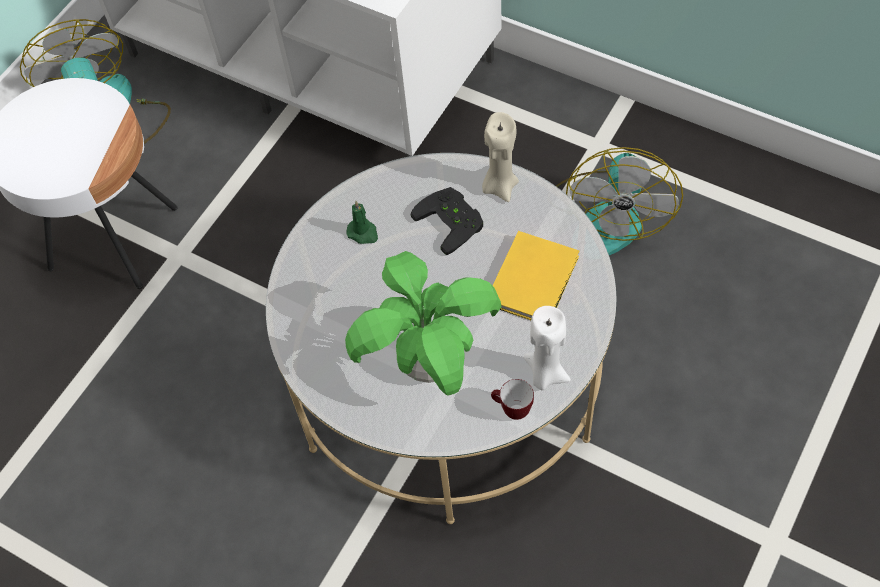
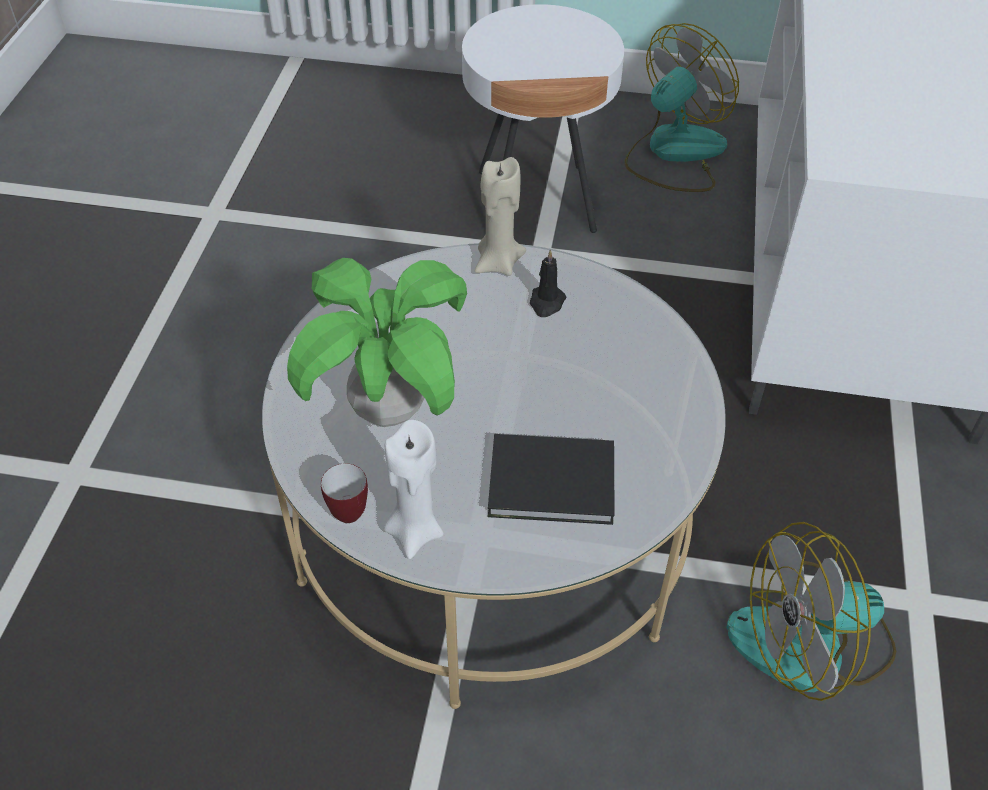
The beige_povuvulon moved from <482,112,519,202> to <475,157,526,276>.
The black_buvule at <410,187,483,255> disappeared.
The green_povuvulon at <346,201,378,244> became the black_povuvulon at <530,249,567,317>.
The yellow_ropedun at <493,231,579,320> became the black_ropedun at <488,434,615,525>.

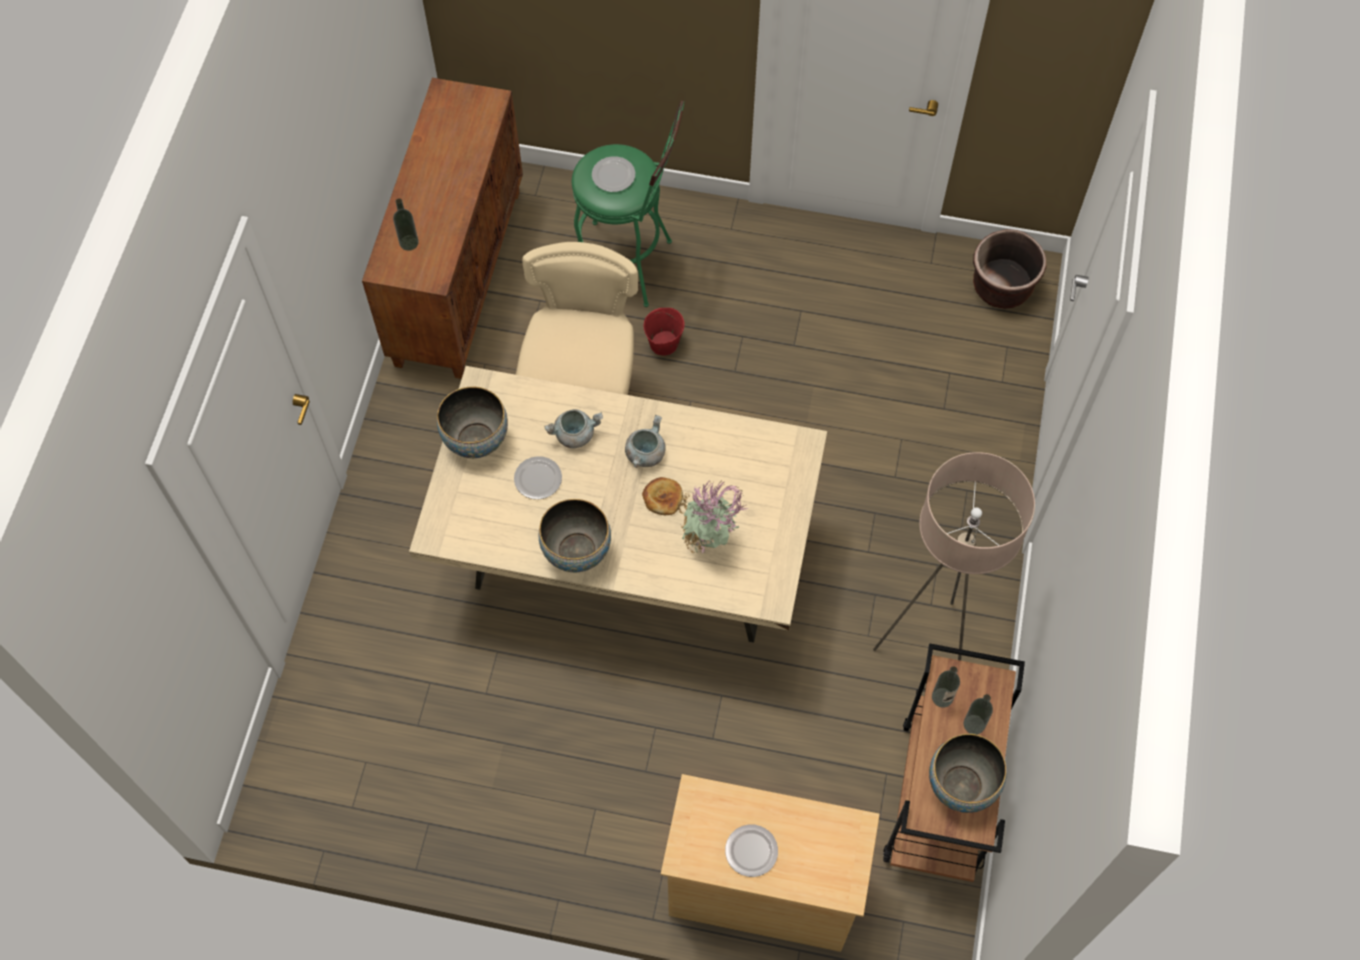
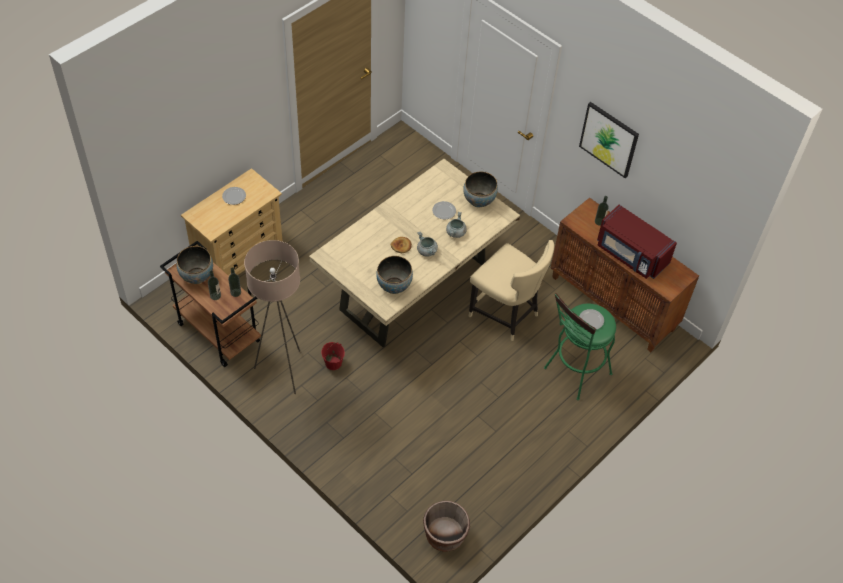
The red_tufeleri moved from <644,308,685,356> to <321,342,345,370>.
The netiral at <678,480,748,554> disappeared.
The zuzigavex moved from <539,499,611,573> to <376,256,413,294>.
The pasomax at <579,102,639,178> appeared.
The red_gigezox at <597,205,677,279> appeared.

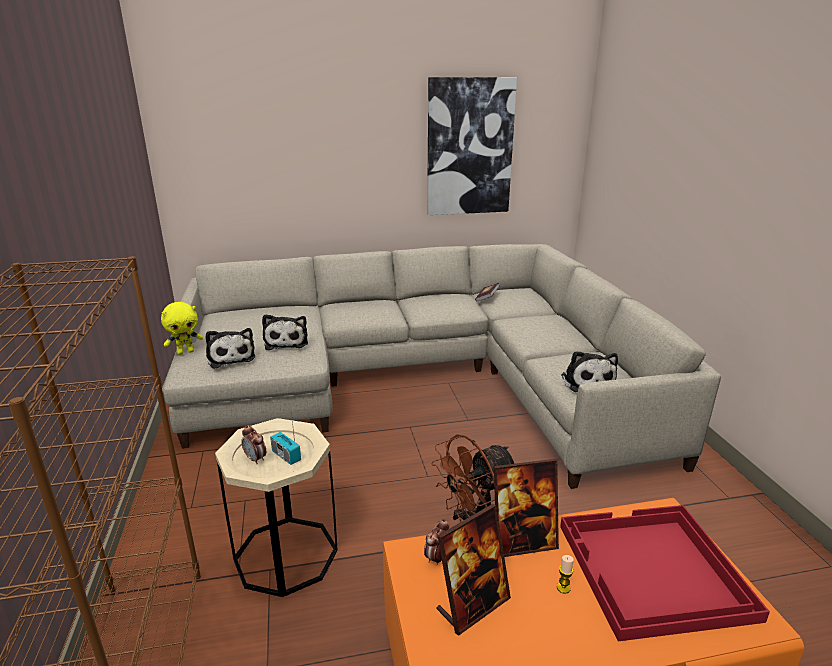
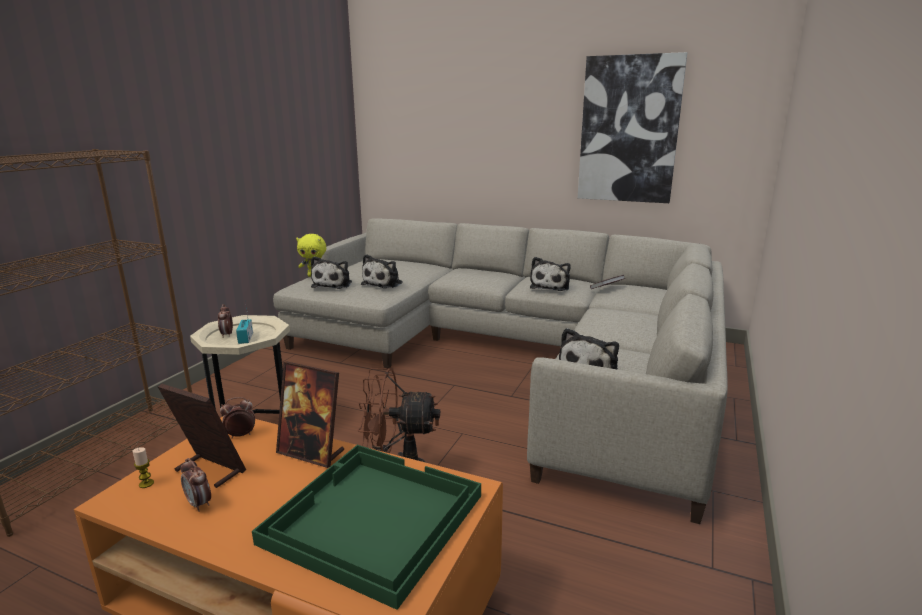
The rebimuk at <437,504,511,636> turned 150 degrees counterclockwise.
The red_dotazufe at <560,505,770,641> became the green_dotazufe at <252,445,481,610>.
The povuvulon moved from <557,555,574,594> to <132,447,154,488>.
The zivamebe at <530,257,570,291> appeared.
The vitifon at <181,458,211,512> appeared.

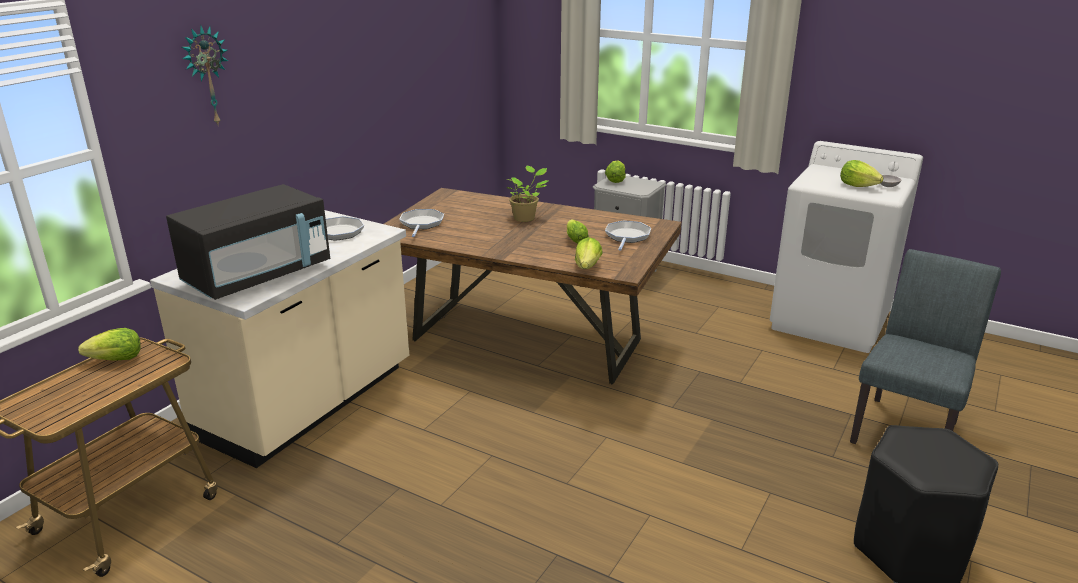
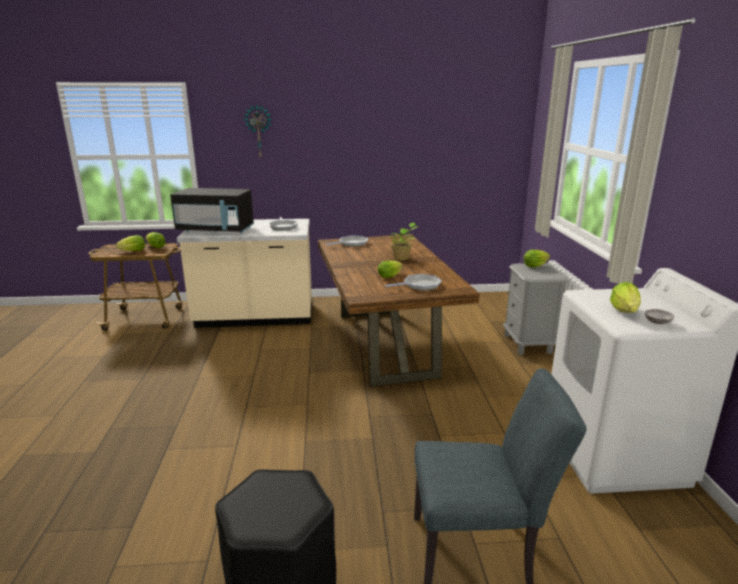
The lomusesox moved from <575,237,603,269> to <116,235,145,251>.

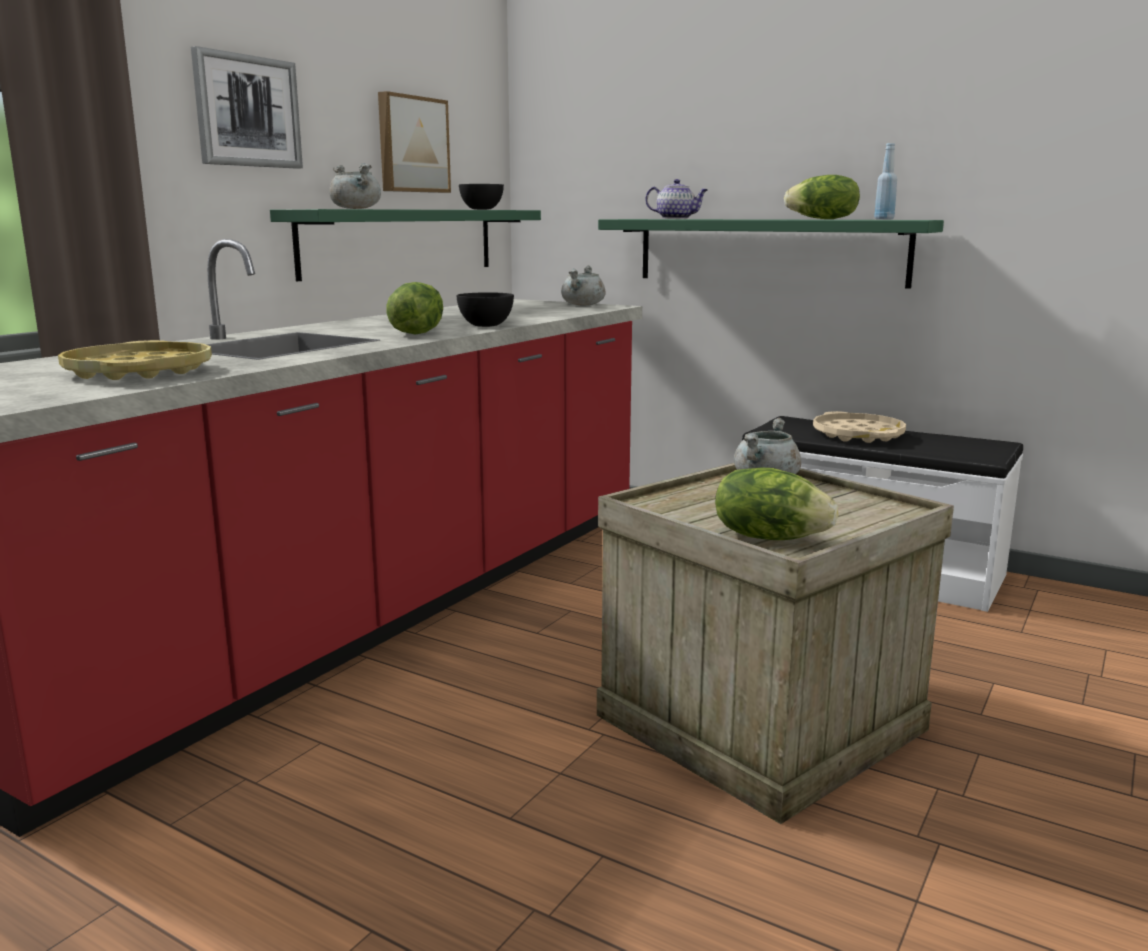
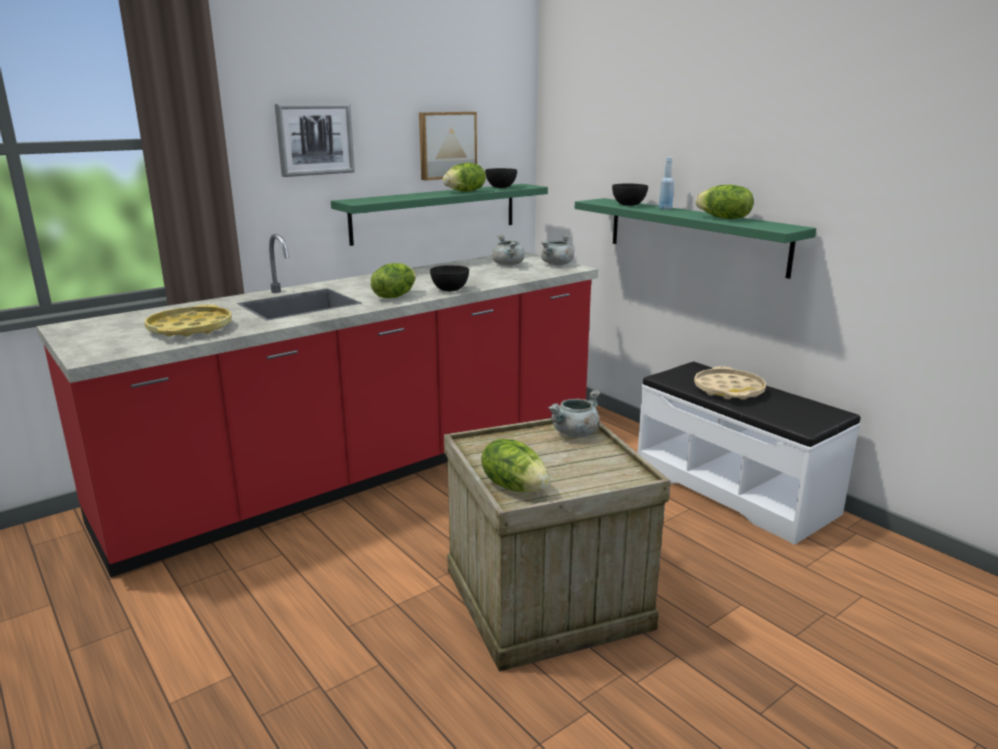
The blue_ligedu moved from <874,143,897,220> to <659,157,674,210>.
The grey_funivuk moved from <329,163,381,209> to <492,235,525,266>.
The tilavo at <645,179,708,219> was replaced by the black_zuzigavex at <612,184,648,206>.
The lomusesox at <443,163,486,192> appeared.

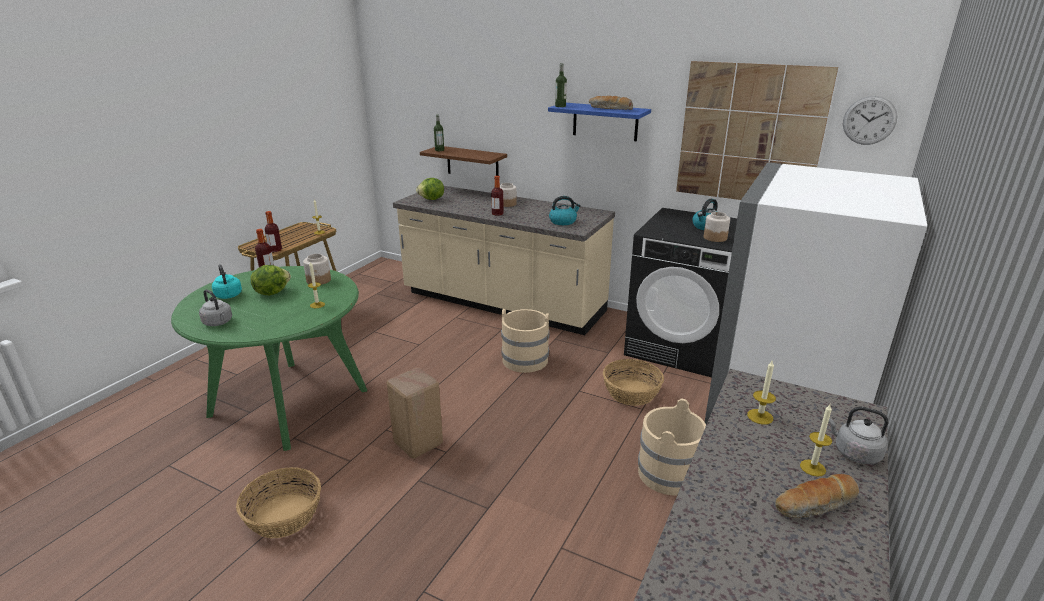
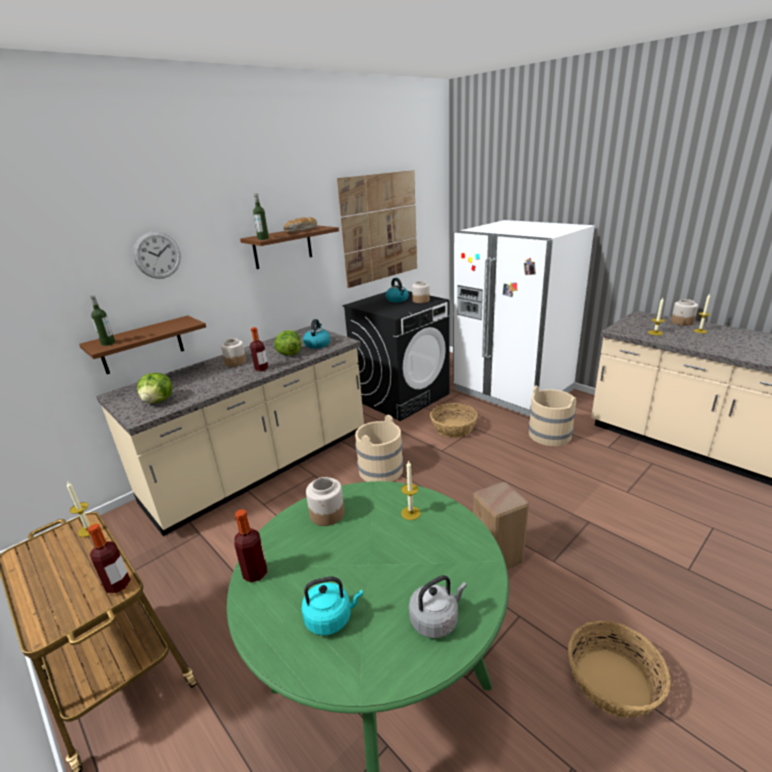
The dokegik moved from <843,96,897,145> to <133,232,181,279>.
The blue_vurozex at <548,103,651,141> became the brown_vurozex at <240,225,339,269>.
The lomusesox moved from <250,265,291,295> to <274,330,301,356>.
The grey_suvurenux at <828,407,888,464> was replaced by the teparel at <671,299,698,326>.
The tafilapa at <775,474,859,518> disappeared.

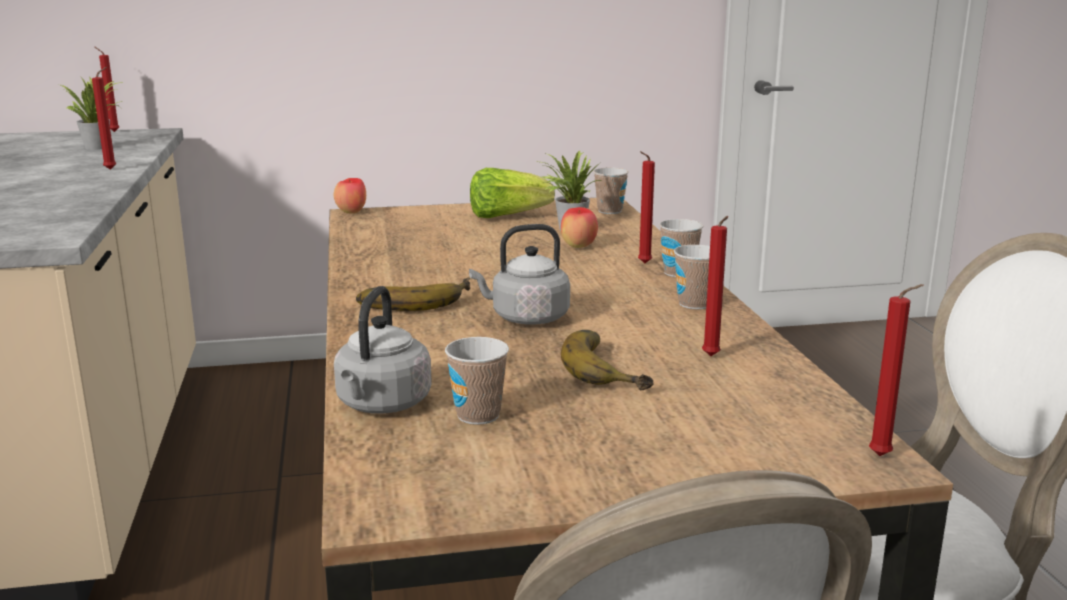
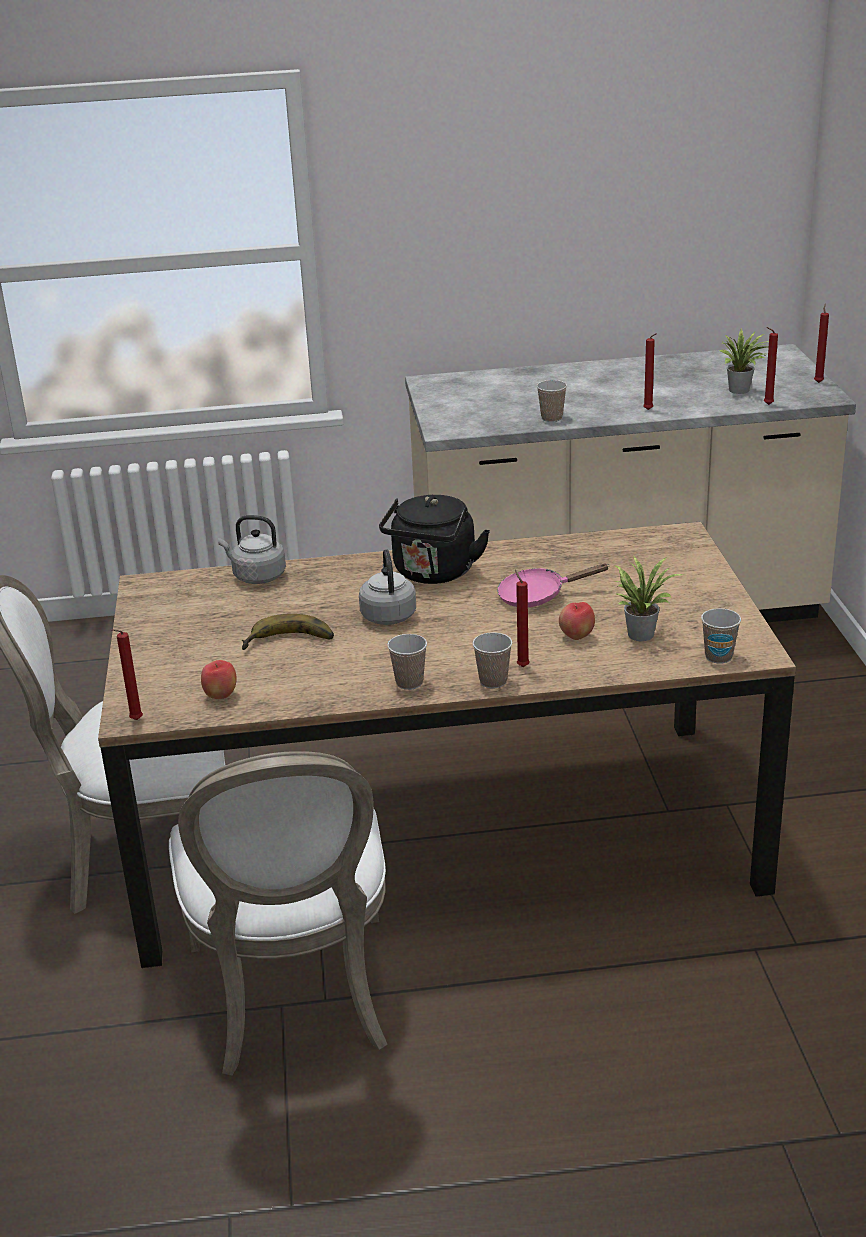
The lomusesox at <470,168,555,218> disappeared.
The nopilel moved from <334,178,366,214> to <201,660,237,699>.
The red_povuvulon moved from <702,216,728,356> to <764,327,778,405>.
The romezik at <356,277,471,311> was replaced by the black_suvurenux at <379,495,490,584>.
The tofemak moved from <445,337,509,425> to <537,380,567,422>.
The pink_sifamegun at <497,564,610,607> appeared.

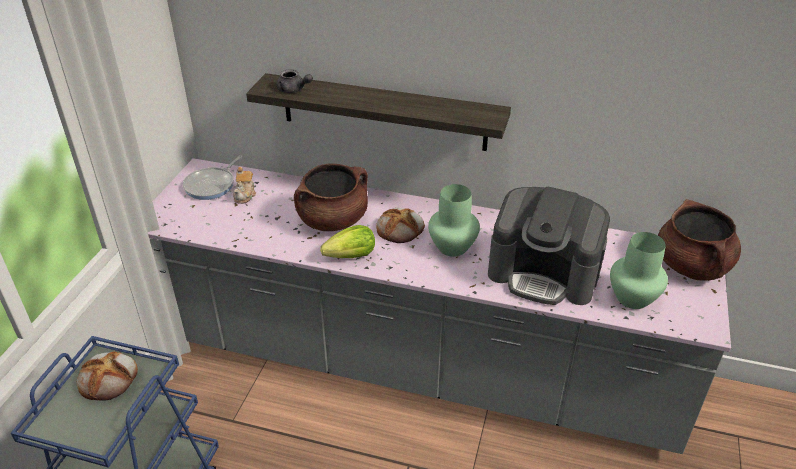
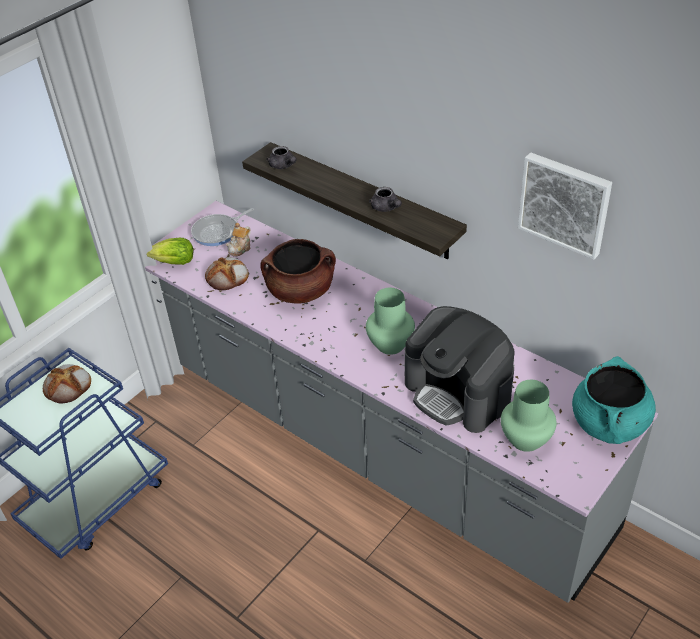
The brown_funivuk at <658,199,741,281> became the turquoise_funivuk at <572,356,656,444>.
The tafilapa moved from <376,208,425,243> to <205,257,249,290>.
The lomusesox moved from <320,225,375,258> to <147,238,193,265>.
The pasomax at <518,152,612,259> appeared.
The grey_tilavo at <369,187,402,212> appeared.

